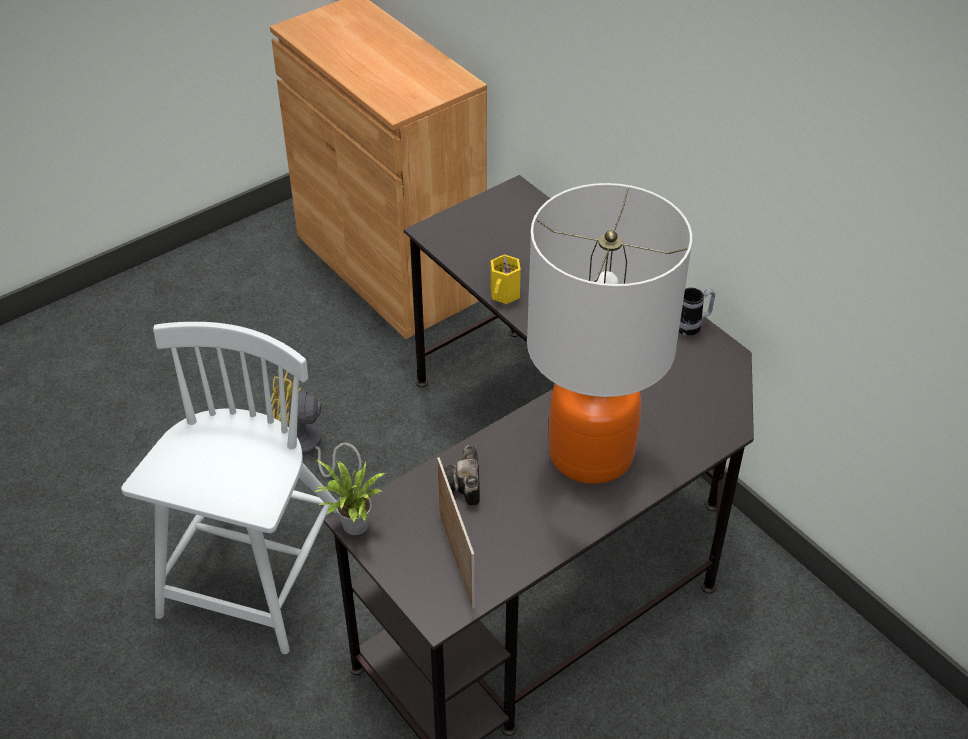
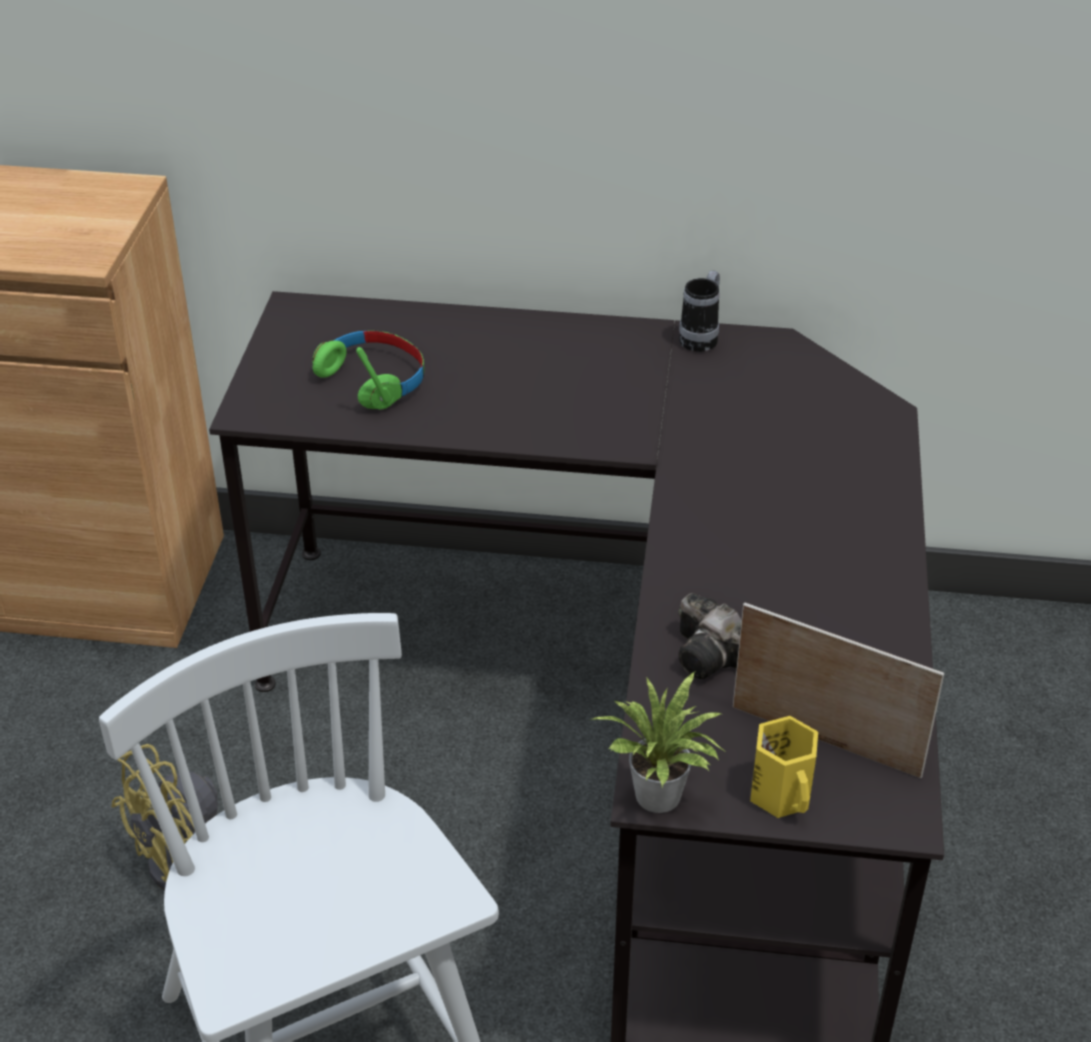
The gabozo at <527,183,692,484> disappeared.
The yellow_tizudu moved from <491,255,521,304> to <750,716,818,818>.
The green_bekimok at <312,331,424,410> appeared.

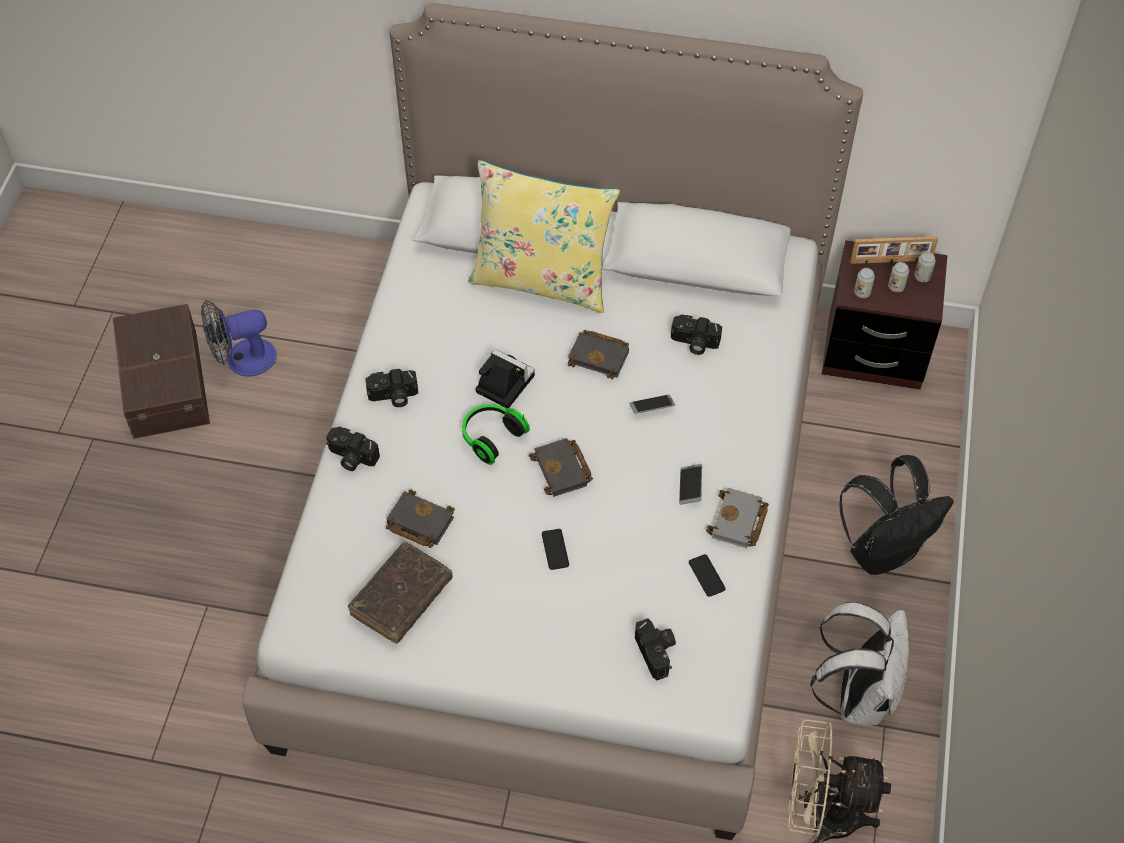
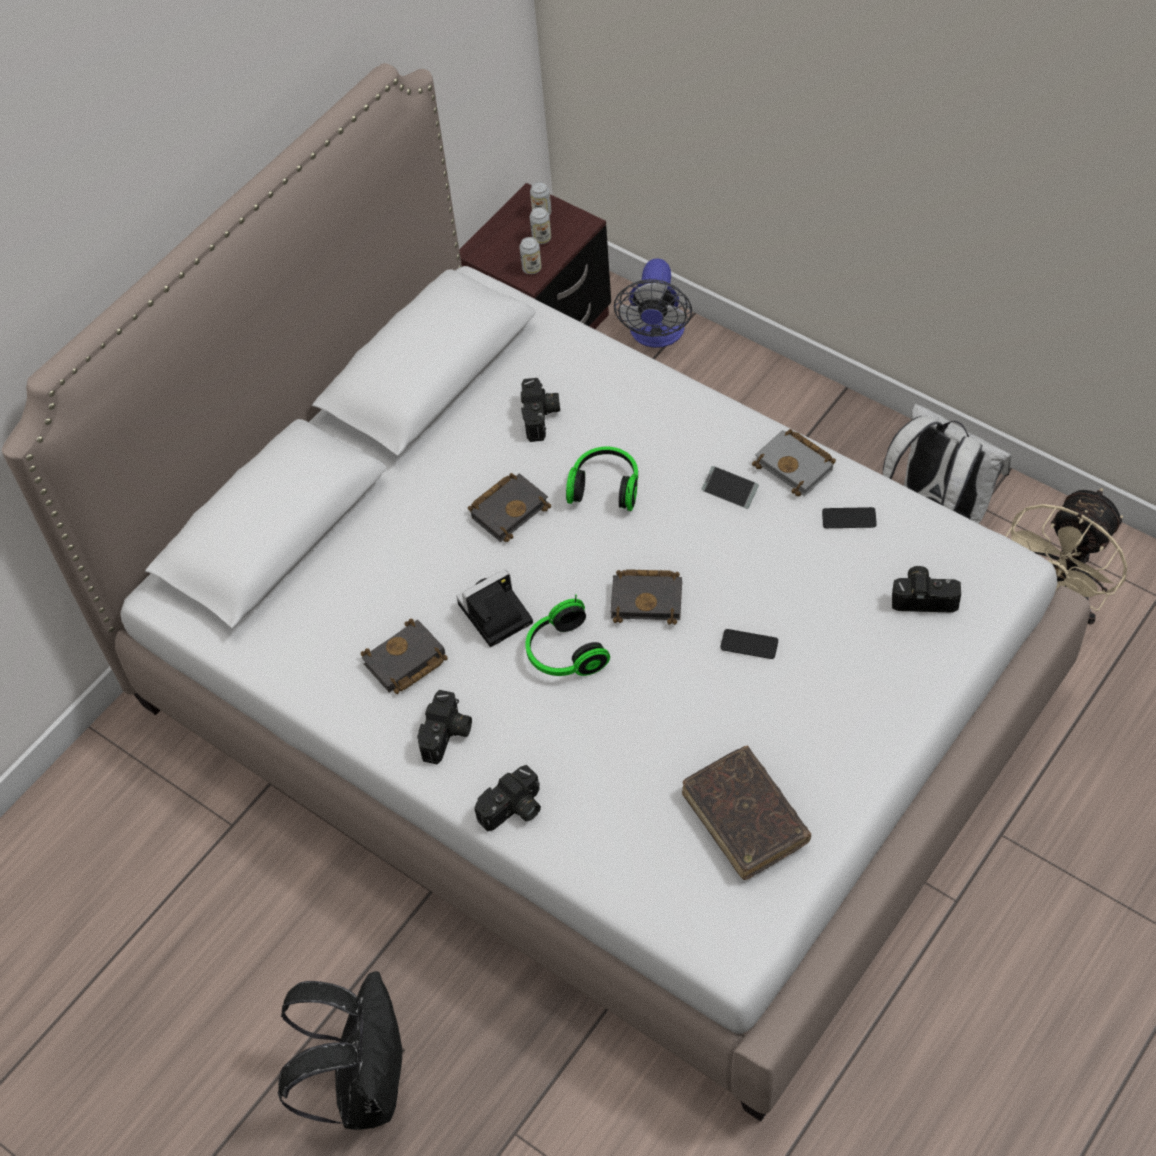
The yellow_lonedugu at <468,160,620,313> disappeared.
The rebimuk at <850,236,938,265> disappeared.
The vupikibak moved from <201,300,277,377> to <614,258,692,348>.
The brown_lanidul at <113,304,210,439> disappeared.
The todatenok at <671,315,722,355> turned 45 degrees counterclockwise.
The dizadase at <629,395,675,414> was replaced by the bekimok at <566,447,638,511>.
The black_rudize moved from <839,455,954,575> to <277,971,405,1130>.
The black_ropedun moved from <386,489,455,548> to <361,618,448,694>.

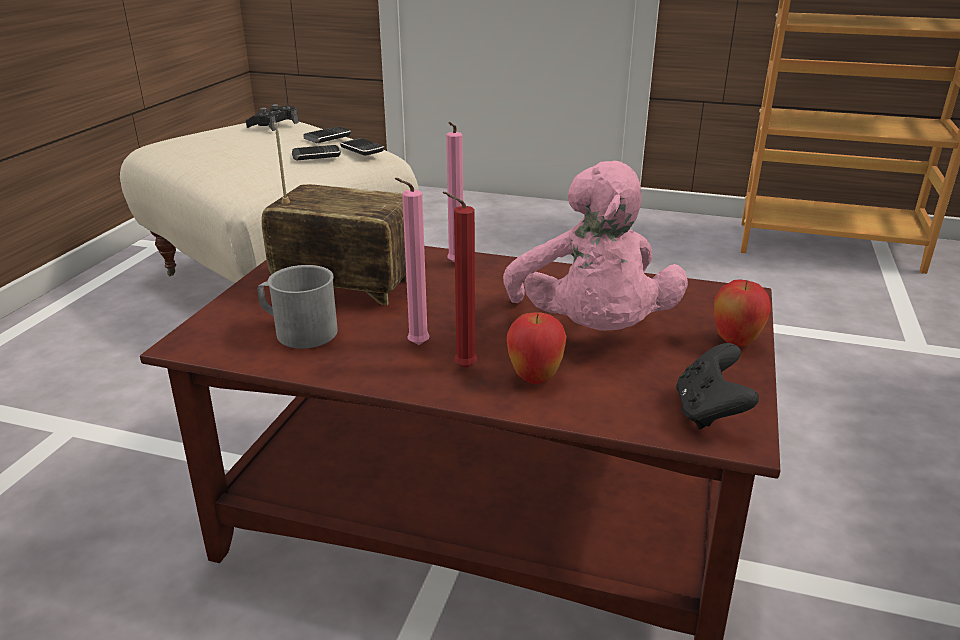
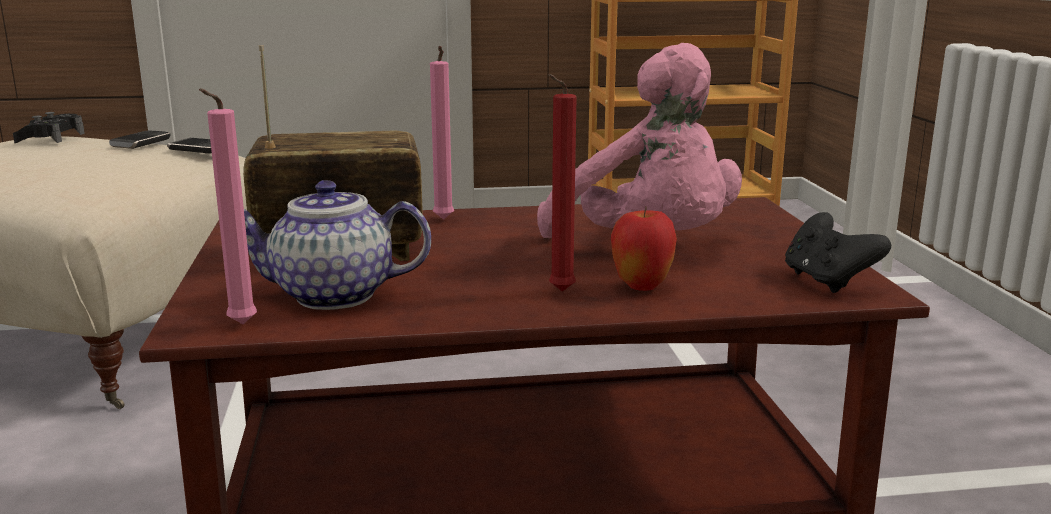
The dizadase at <292,145,341,160> disappeared.
The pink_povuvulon moved from <395,178,430,345> to <199,88,257,324>.
The grey_tizudu at <257,265,338,349> was replaced by the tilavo at <244,180,431,310>.
The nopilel at <714,279,771,347> disappeared.

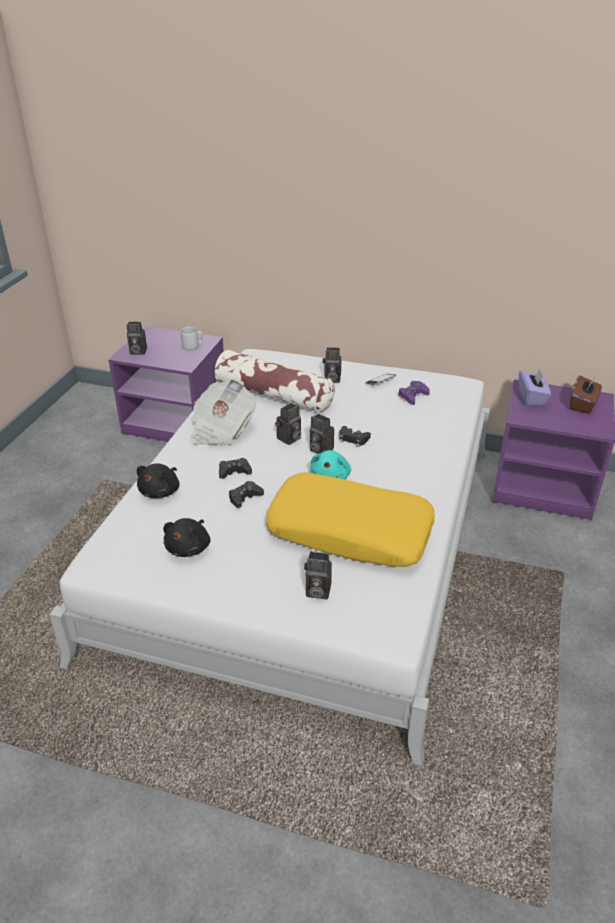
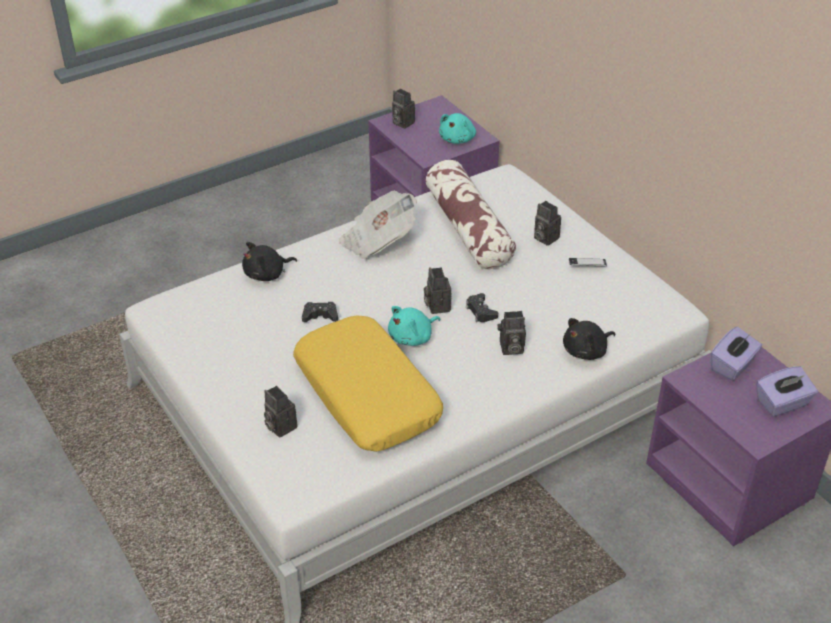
The grey_tizudu at <180,327,203,350> was replaced by the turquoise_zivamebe at <439,113,476,144>.
The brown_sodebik at <570,376,602,414> became the purple_sodebik at <756,366,818,417>.
The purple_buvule at <398,381,430,405> disappeared.
The todatenok moved from <275,403,301,445> to <497,311,526,355>.
The black_buvule at <219,458,252,479> disappeared.
The black_zivamebe moved from <163,518,210,557> to <563,318,615,360>.

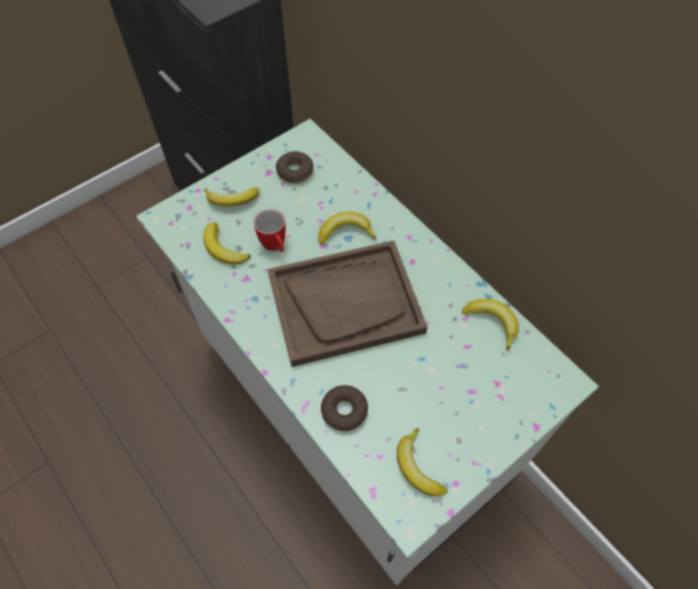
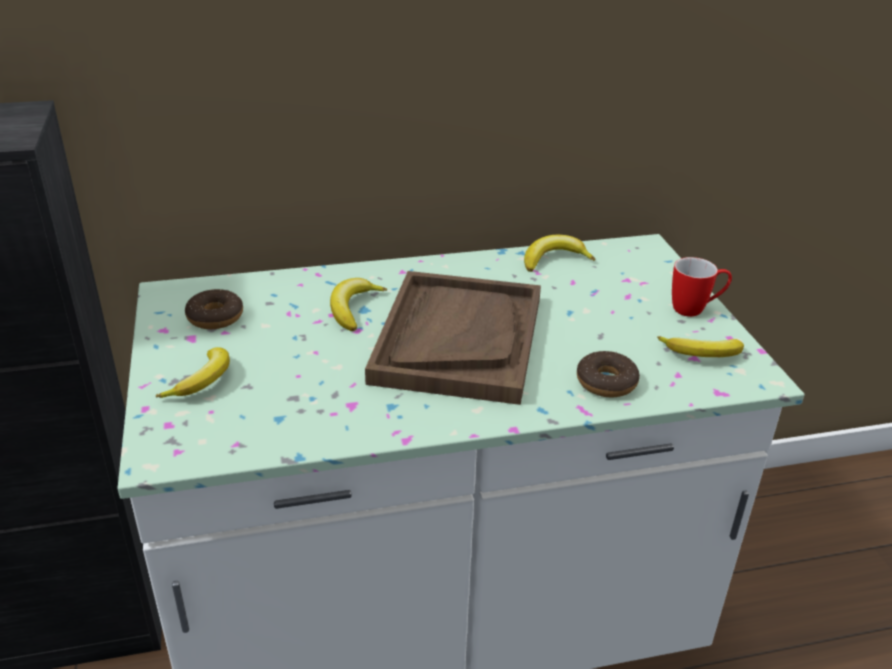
The tizudu moved from <253,209,286,252> to <672,257,732,317>.
The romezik at <203,222,250,265> disappeared.

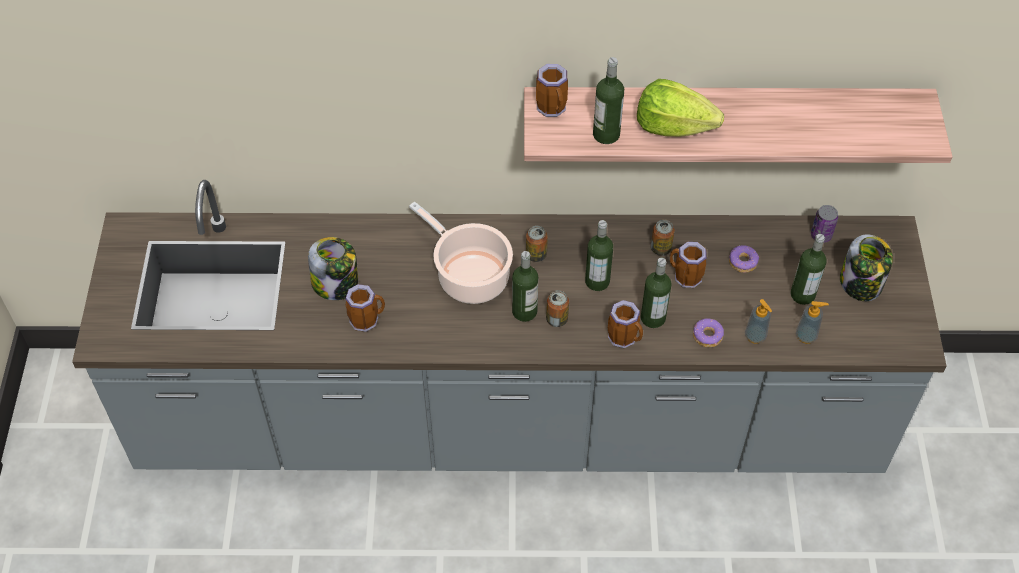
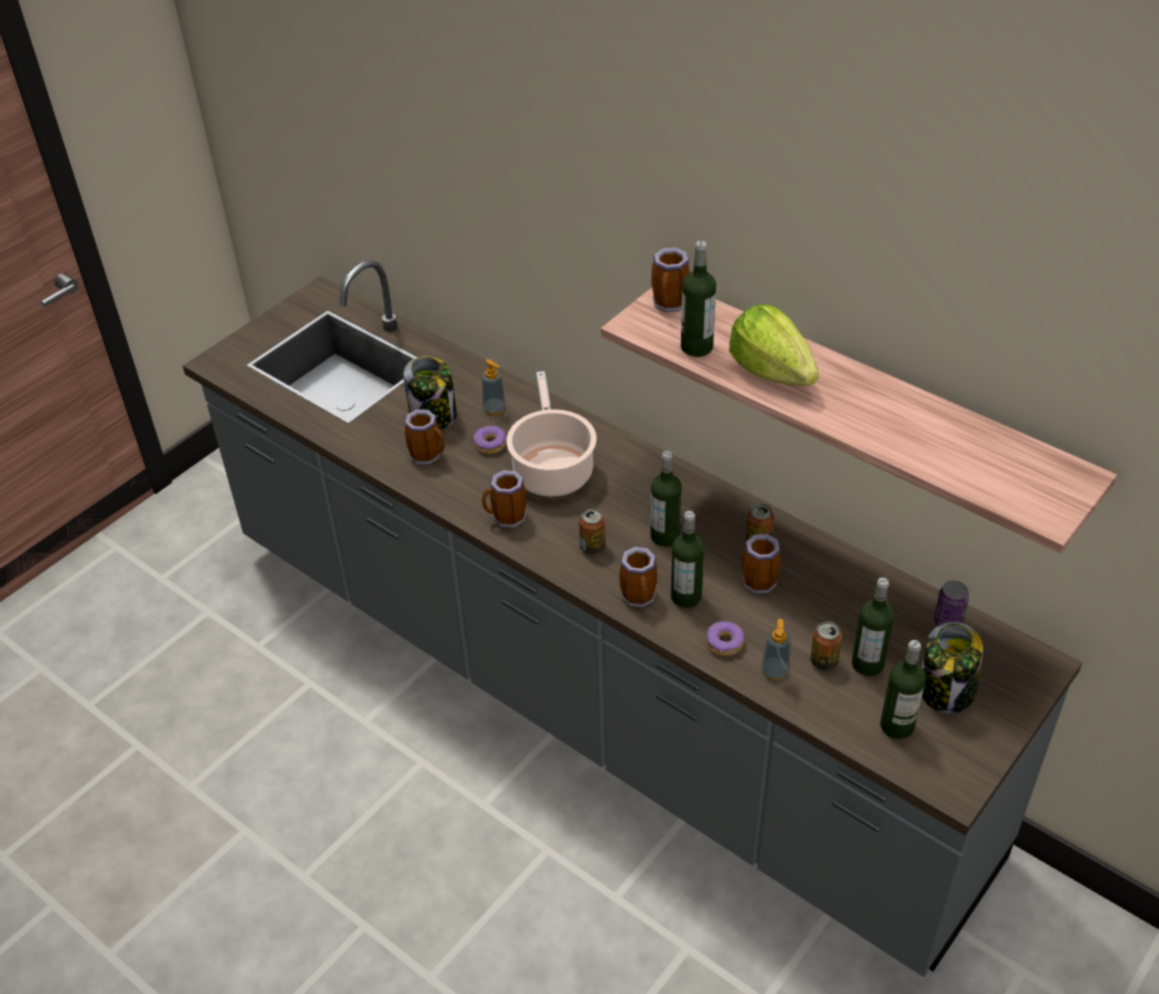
The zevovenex moved from <526,226,548,262> to <810,621,842,670>.
The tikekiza moved from <729,245,759,273> to <473,426,506,454>.
The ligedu moved from <512,251,538,322> to <880,640,926,739>.
The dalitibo moved from <796,301,829,344> to <482,359,506,415>.
The tizudu at <482,470,527,528> appeared.

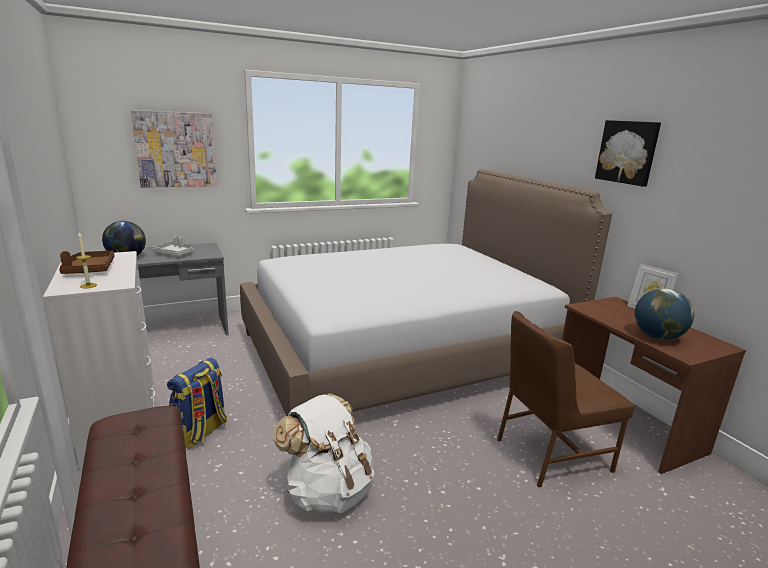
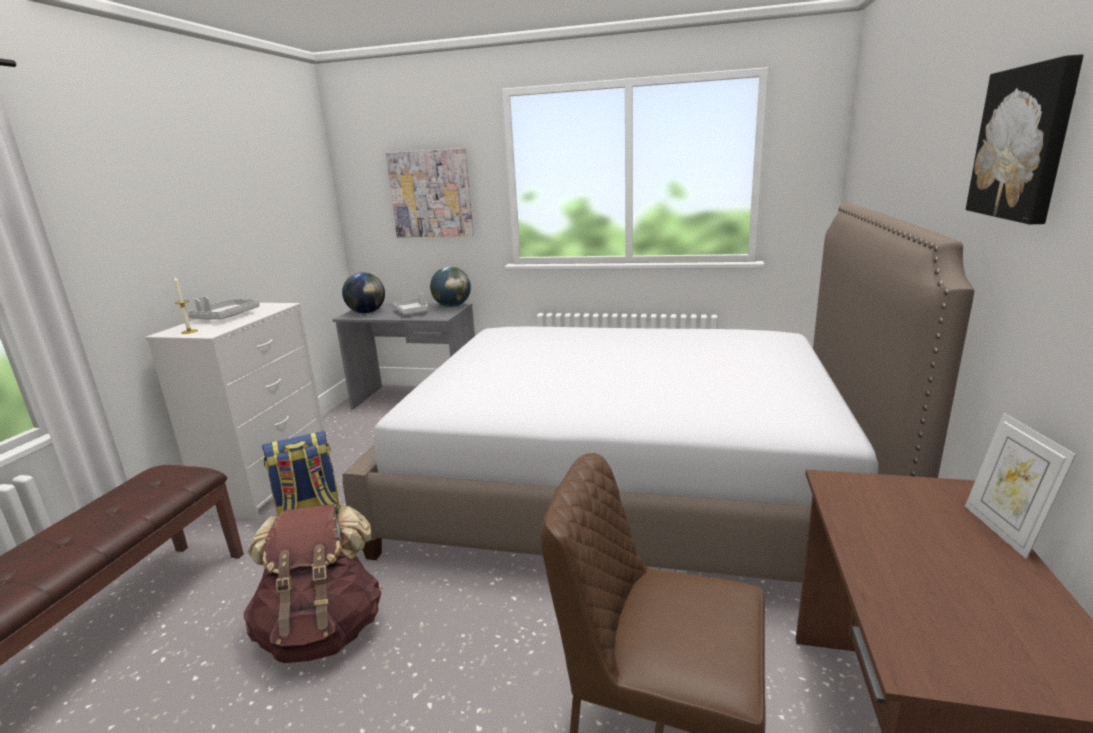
The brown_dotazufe at <59,251,114,274> became the grey_dotazufe at <188,296,260,319>.
The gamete moved from <635,288,694,340> to <430,267,471,307>.
The white_rudize at <273,393,375,513> became the brown_rudize at <244,504,382,663>.

